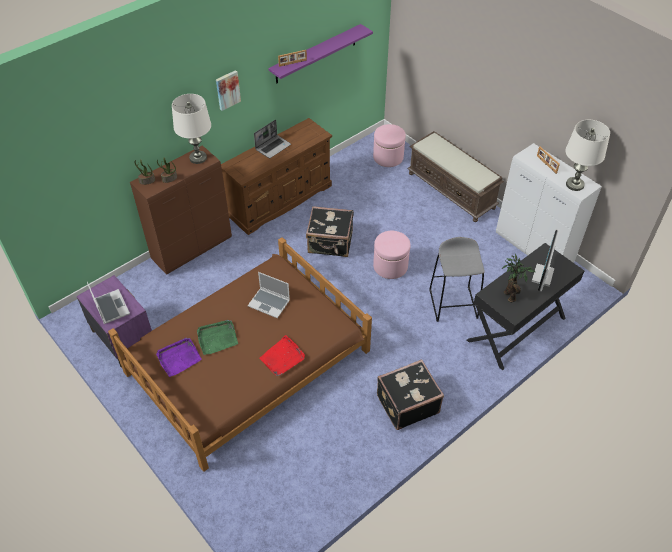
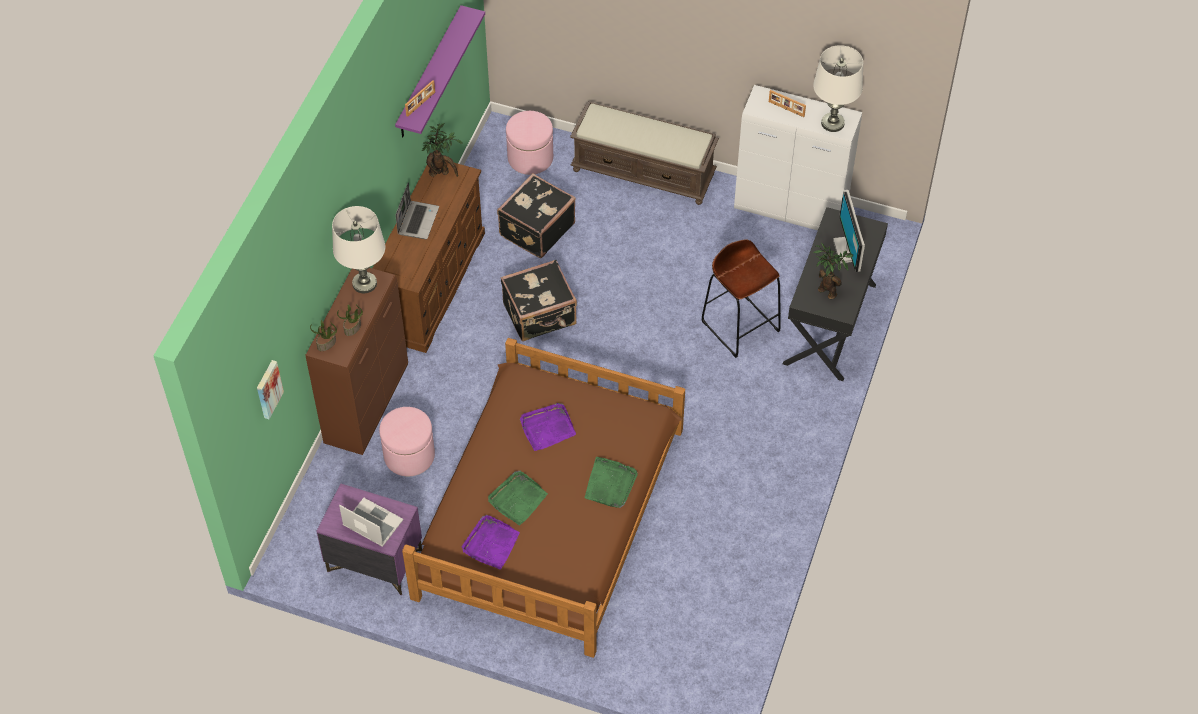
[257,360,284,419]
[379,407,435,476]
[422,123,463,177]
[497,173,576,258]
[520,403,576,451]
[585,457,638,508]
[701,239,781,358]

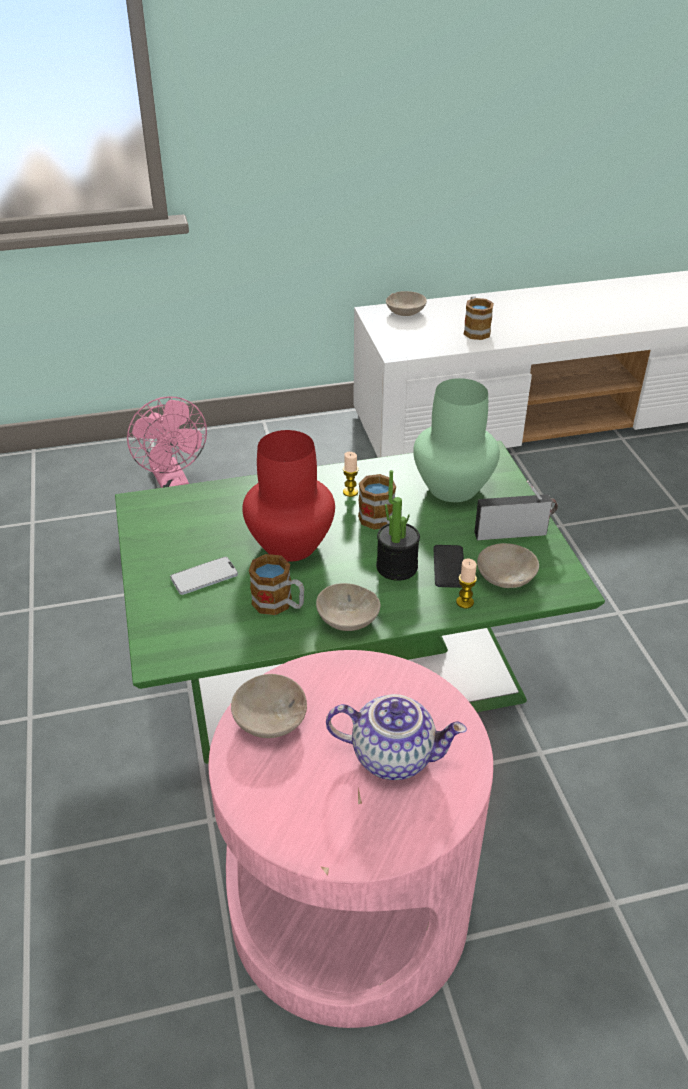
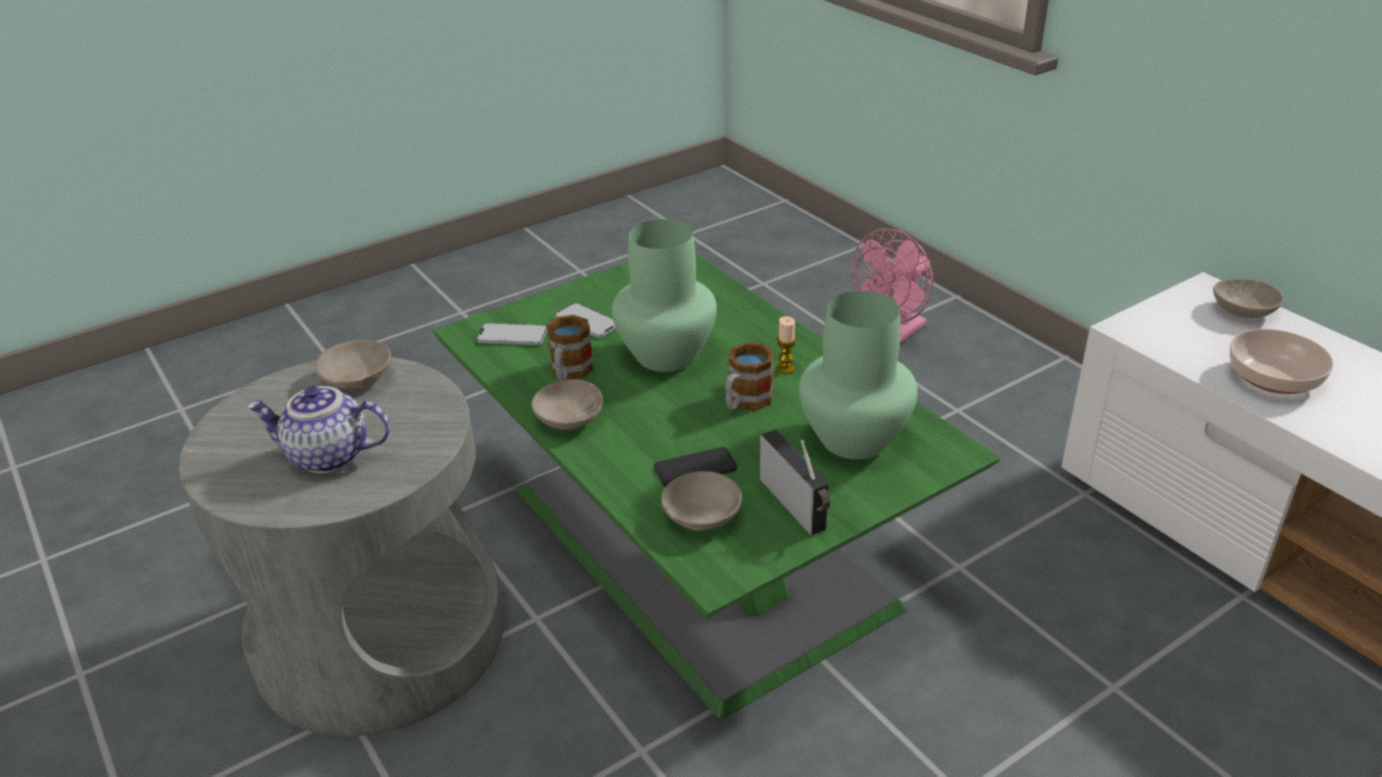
[179,357,504,736]
[247,386,390,473]
[477,323,547,345]
[612,219,717,372]
[1230,329,1334,394]
[376,470,420,581] (first image)
[456,559,477,608] (first image)

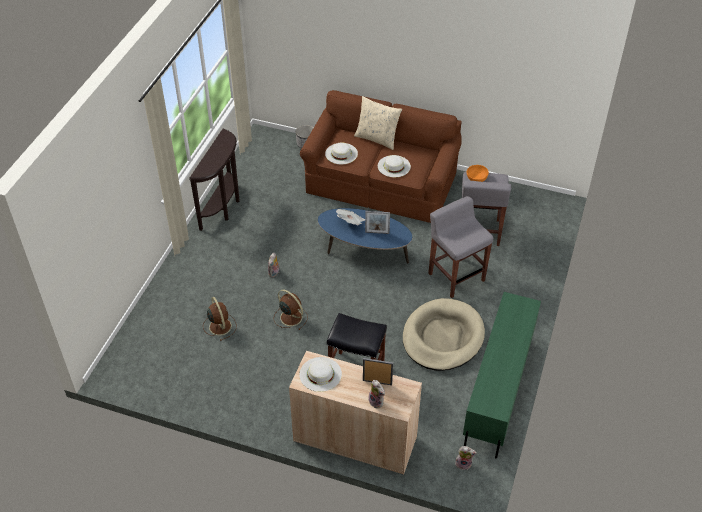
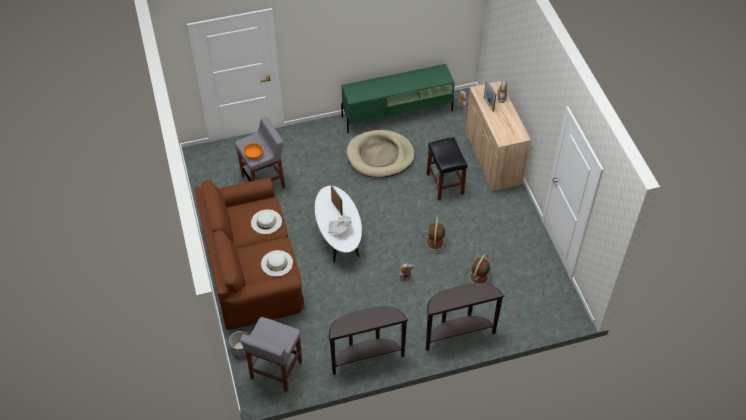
[240,317,302,392]
[315,186,362,263]
[426,283,504,351]
[299,357,342,392] (first image)
[354,96,402,150] (first image)

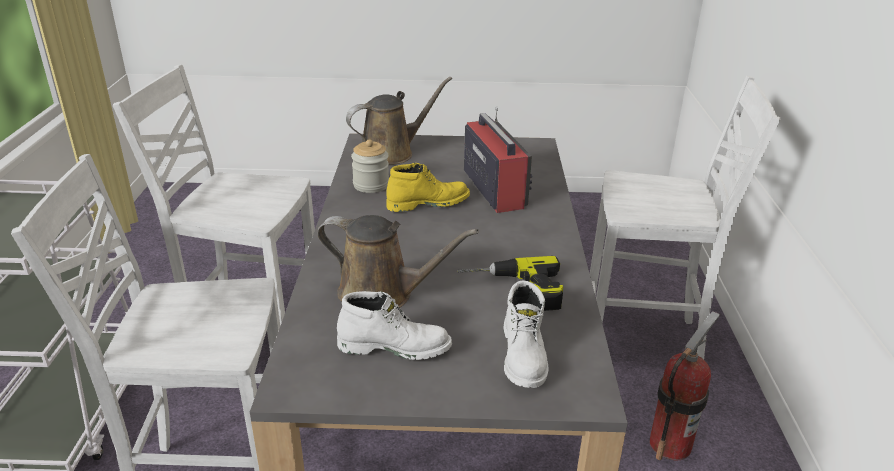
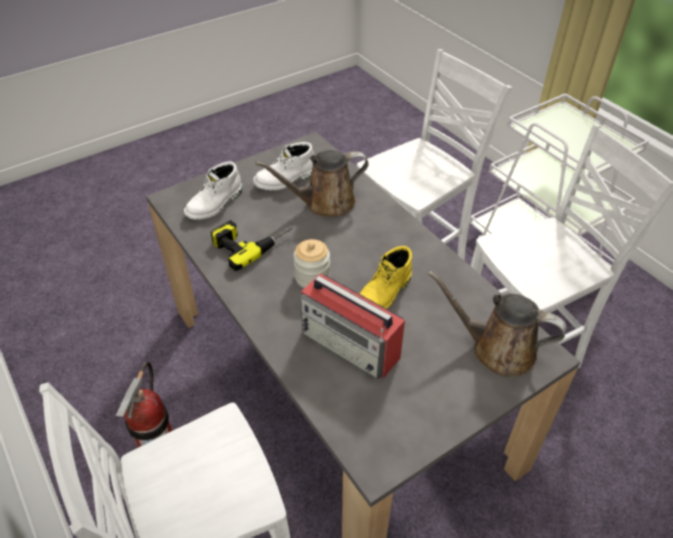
[184,161,242,220]
[293,239,330,288]
[427,270,567,377]

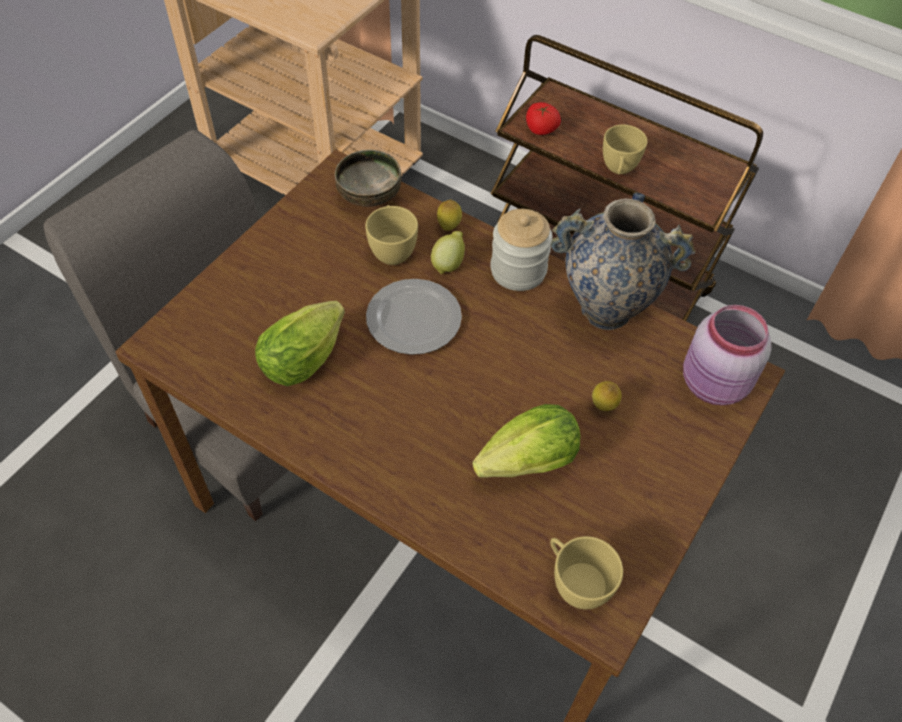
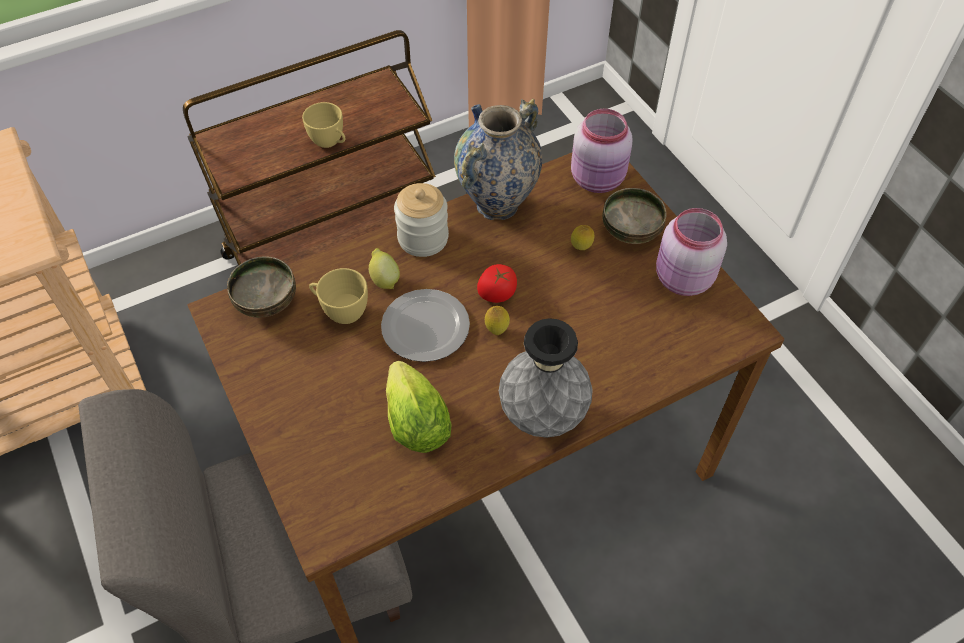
[477,264,517,303]
[485,306,510,335]
[499,318,593,438]
[602,188,667,244]
[656,208,727,296]
[473,404,580,478] (first image)
[550,536,623,609] (first image)

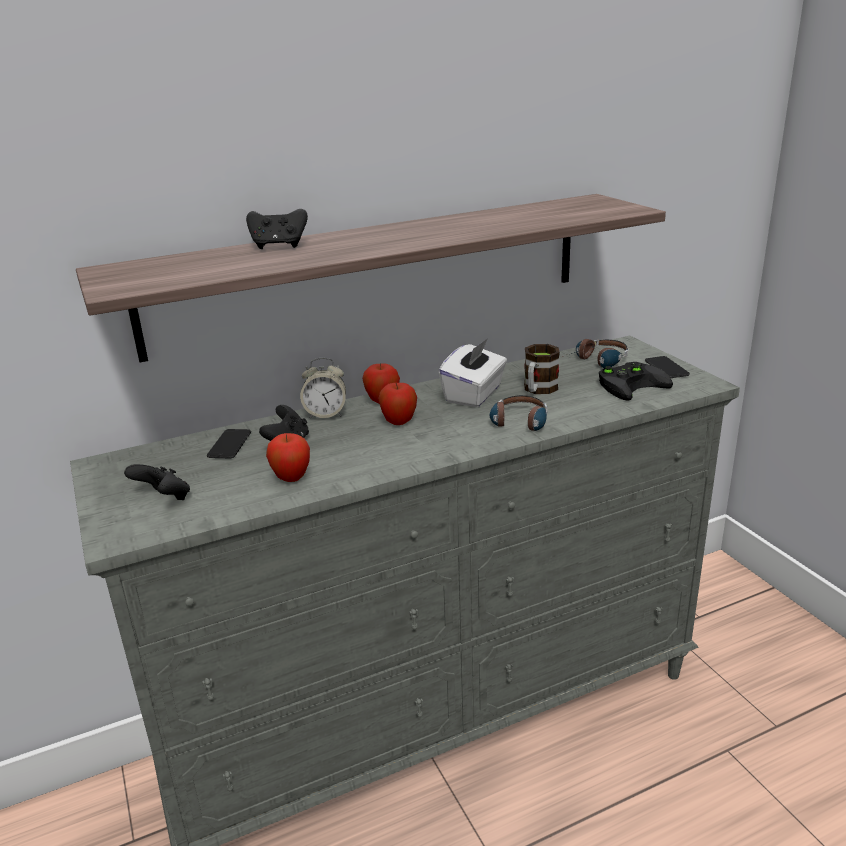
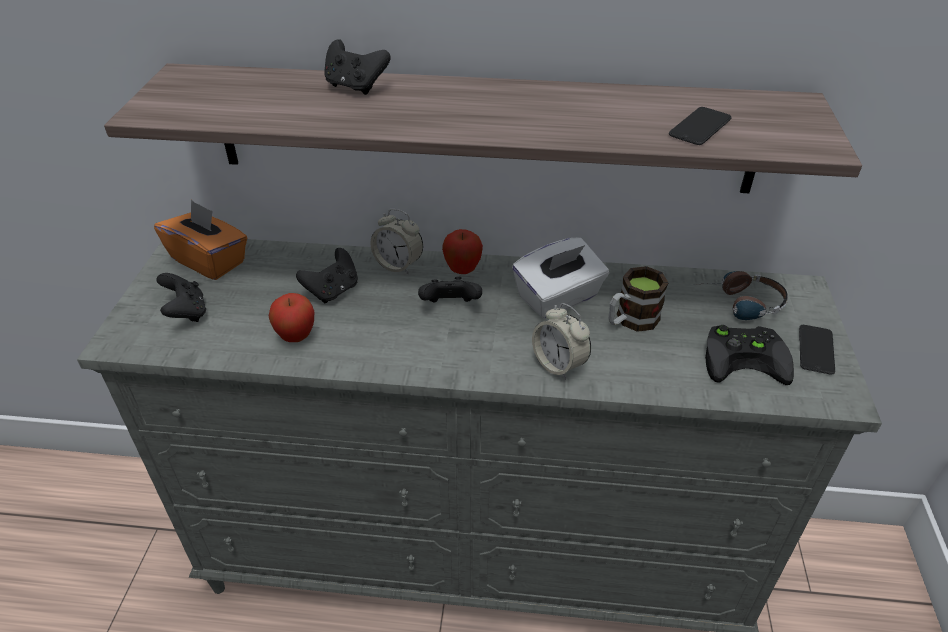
[154,200,248,280]
[418,276,482,302]
[532,303,591,380]
[669,107,732,145]

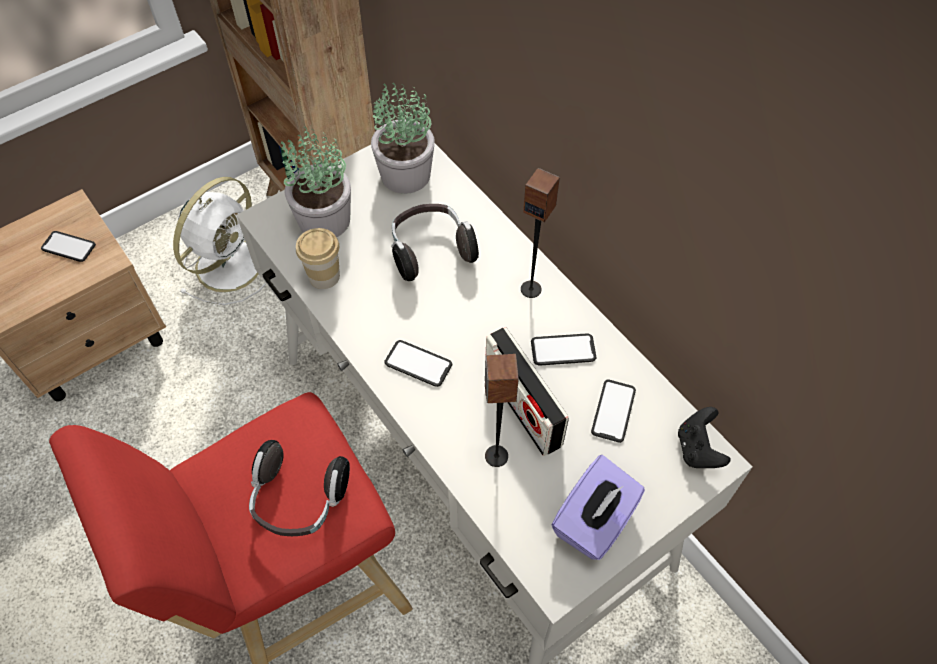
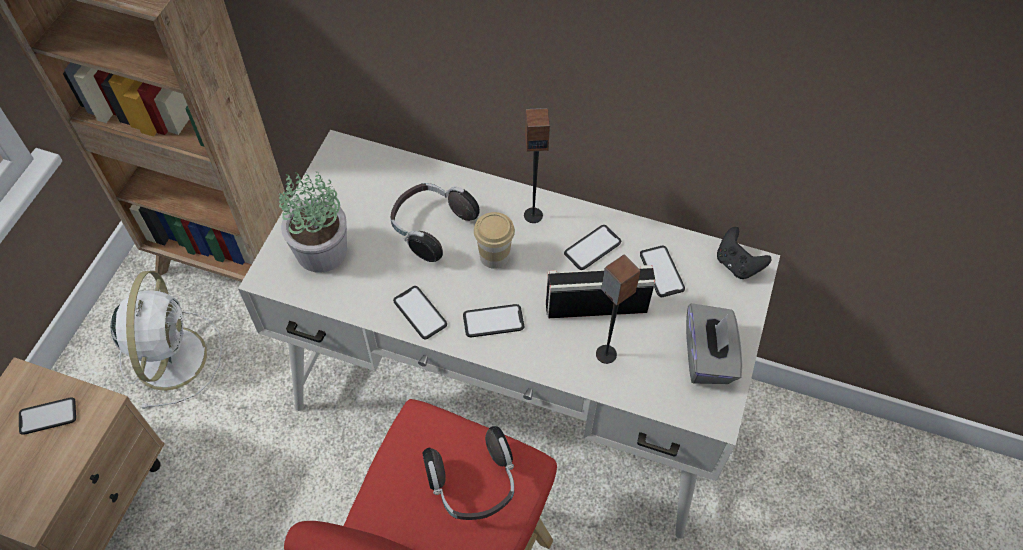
[393,286,447,340]
[474,212,515,269]
[546,265,655,318]
[686,303,742,384]
[371,83,435,194] (first image)

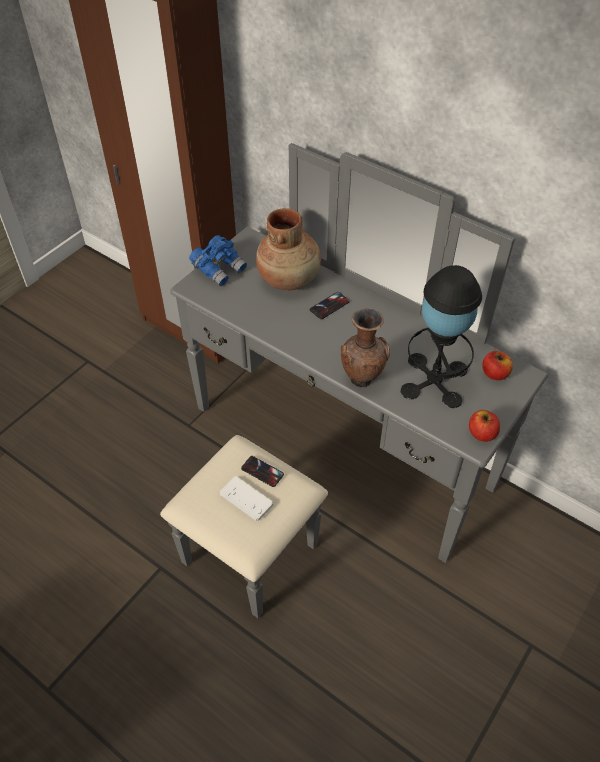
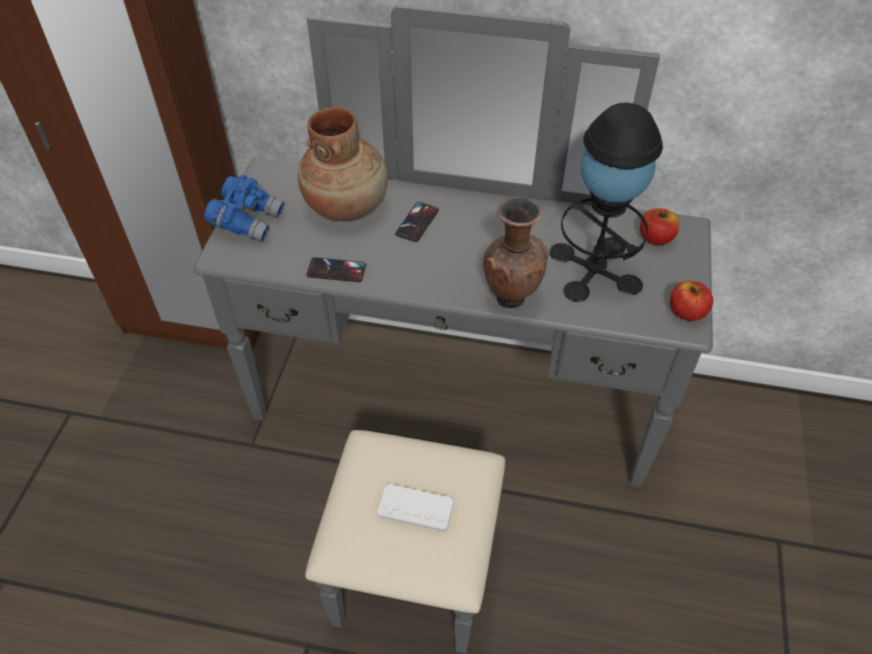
[307,257,366,282]

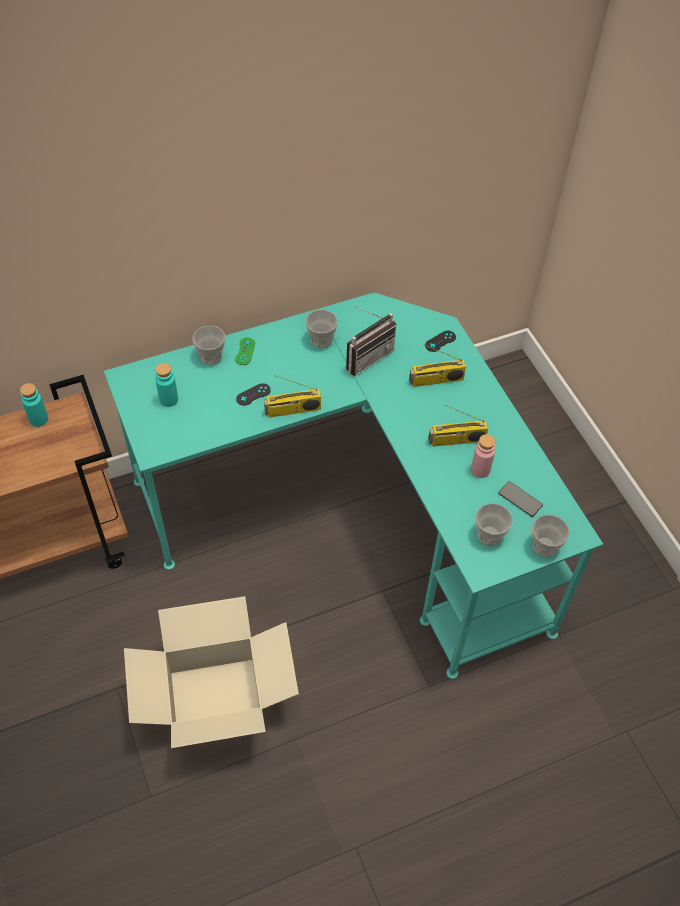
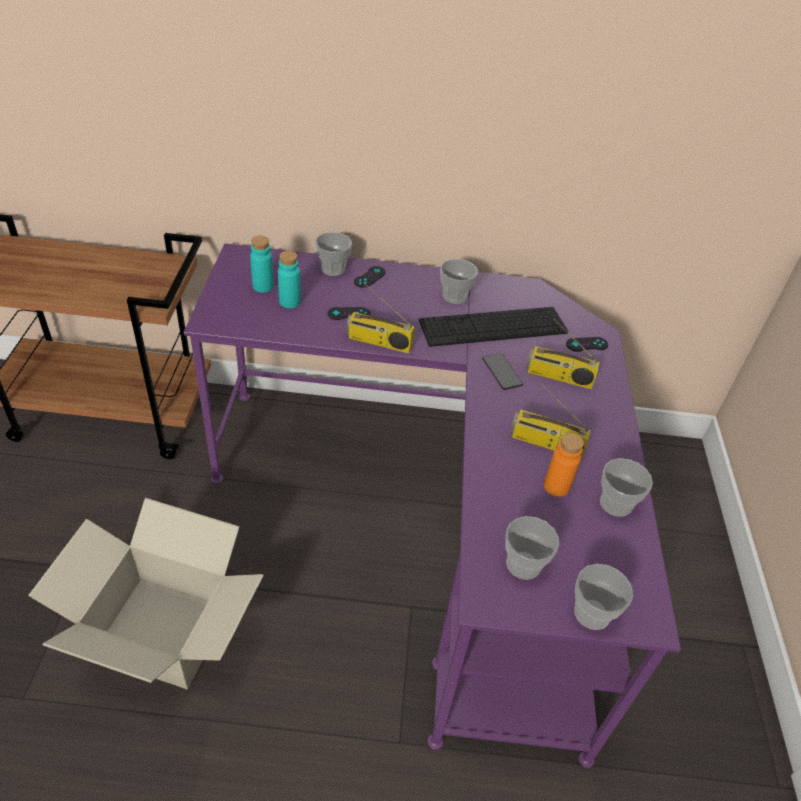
[184,243,681,768]
[278,251,301,308]
[354,266,386,288]
[419,307,568,347]
[482,353,523,390]
[544,433,584,497]
[600,458,653,517]

